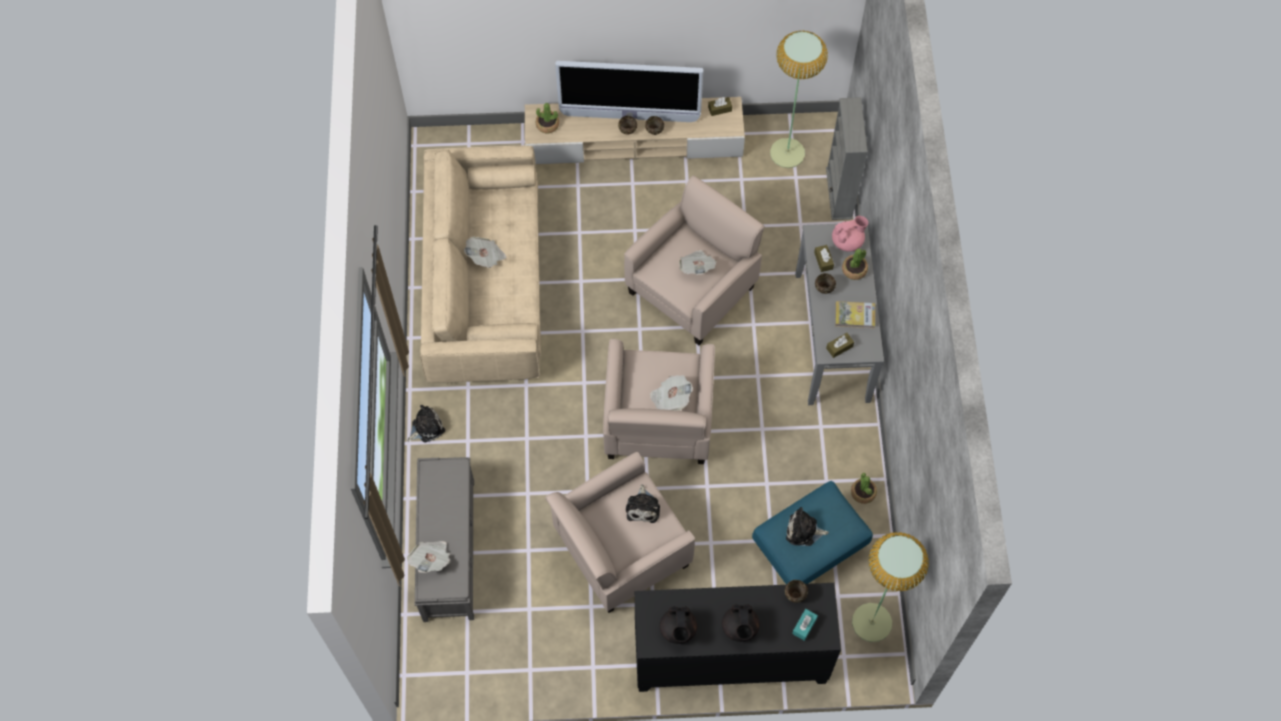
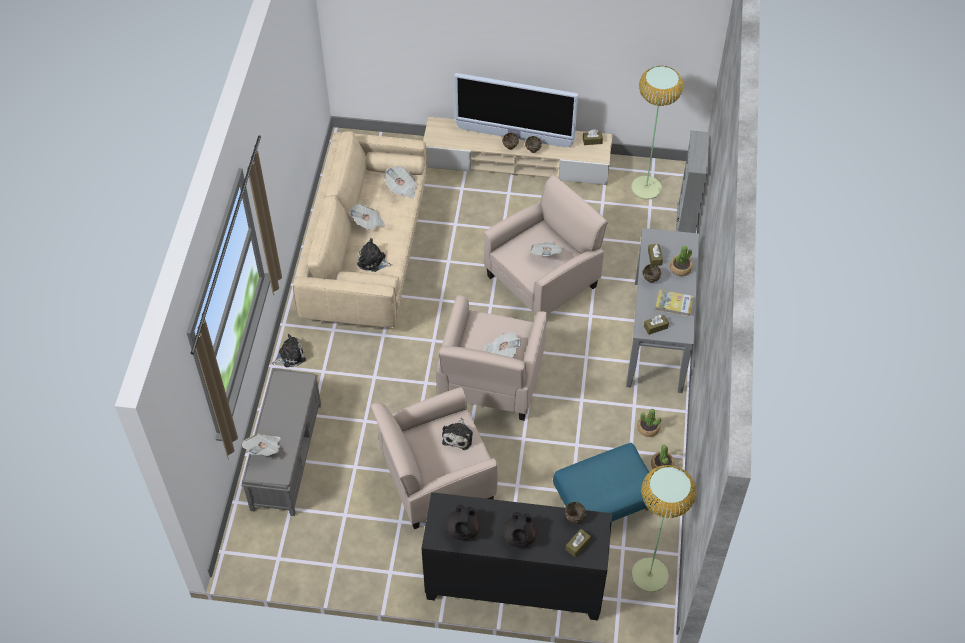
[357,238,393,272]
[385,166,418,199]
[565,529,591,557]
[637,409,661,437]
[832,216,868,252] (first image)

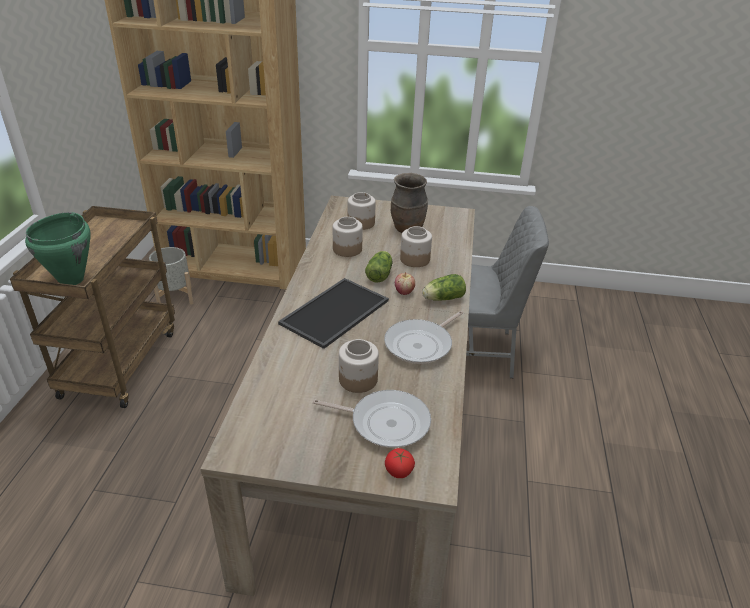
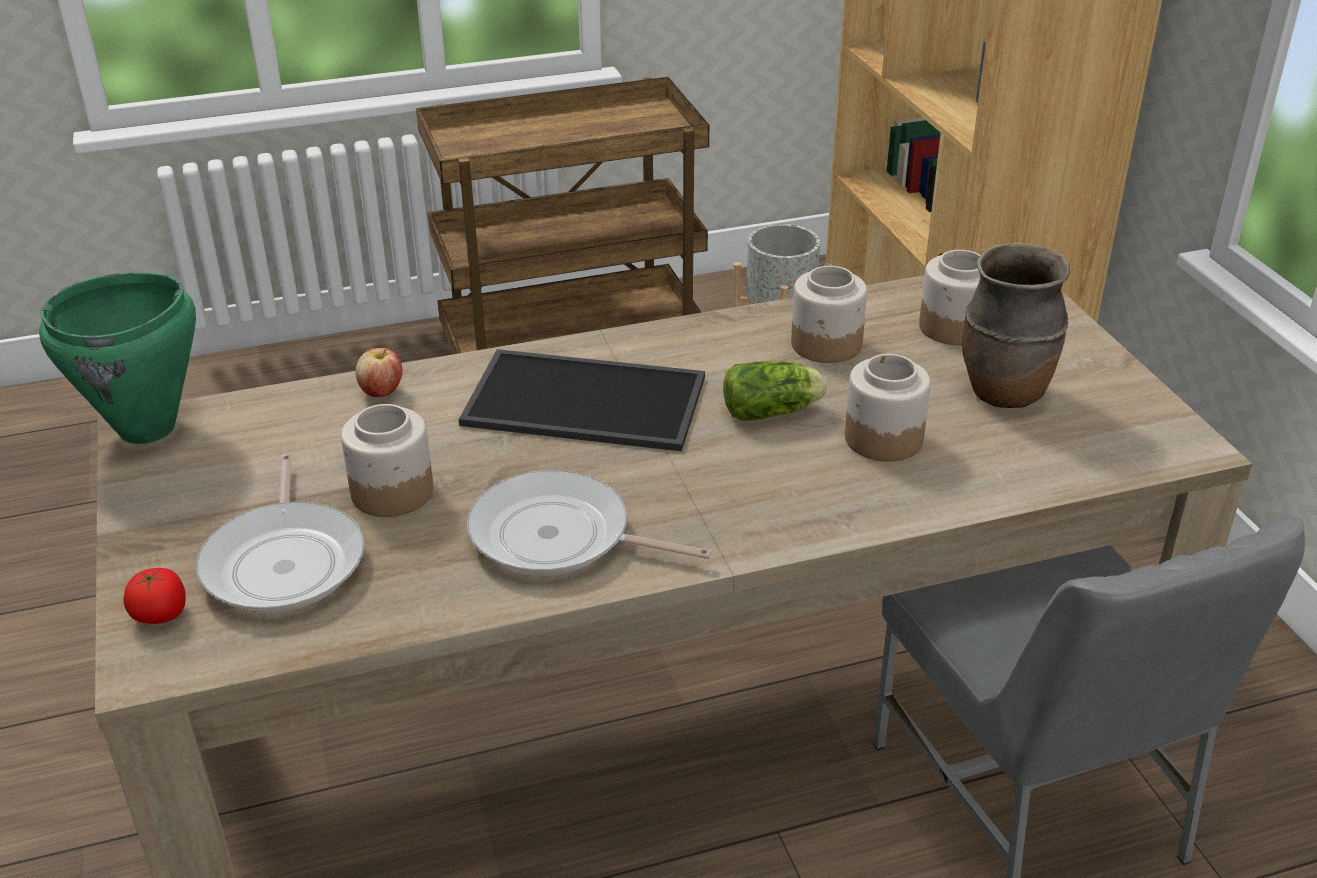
[39,272,196,444]
[355,348,402,397]
[422,274,466,301] (first image)

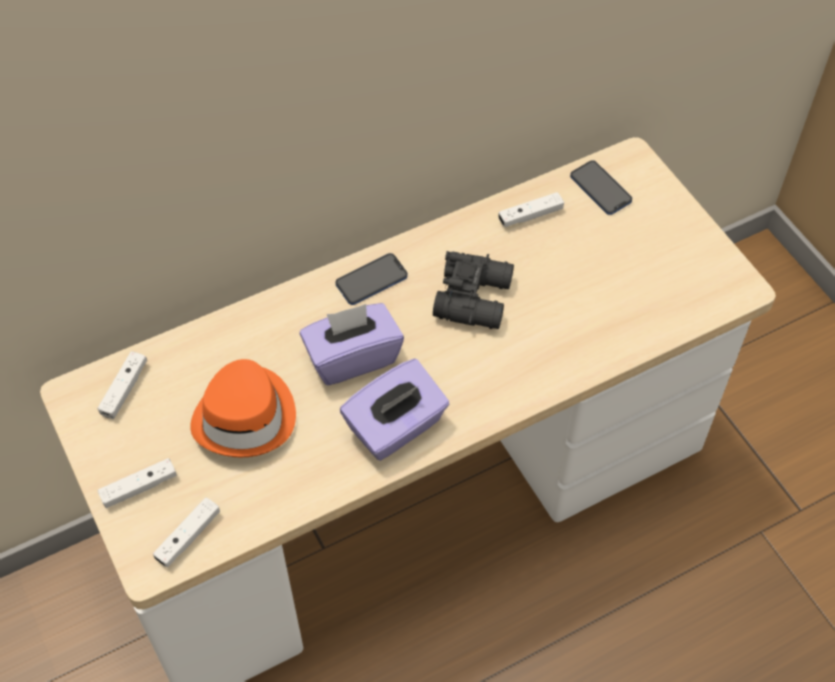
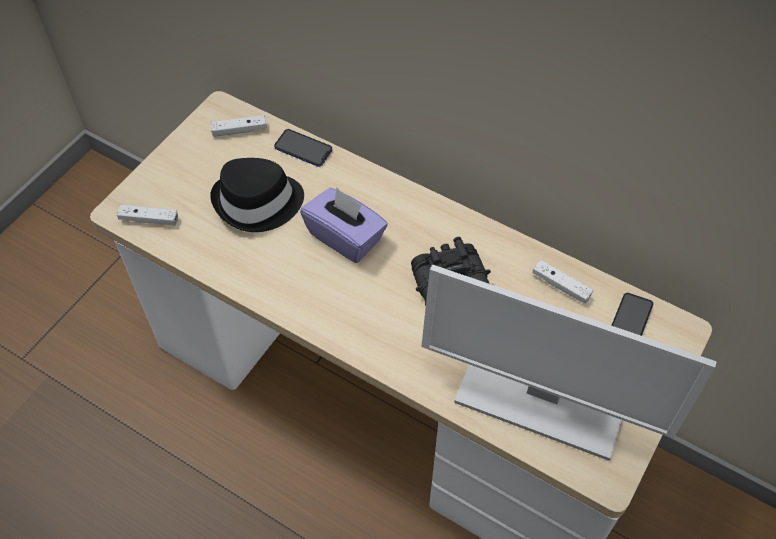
[210,158,304,232]
[274,129,332,167]
[421,264,717,461]
[98,458,177,508] (first image)
[340,359,449,461] (first image)

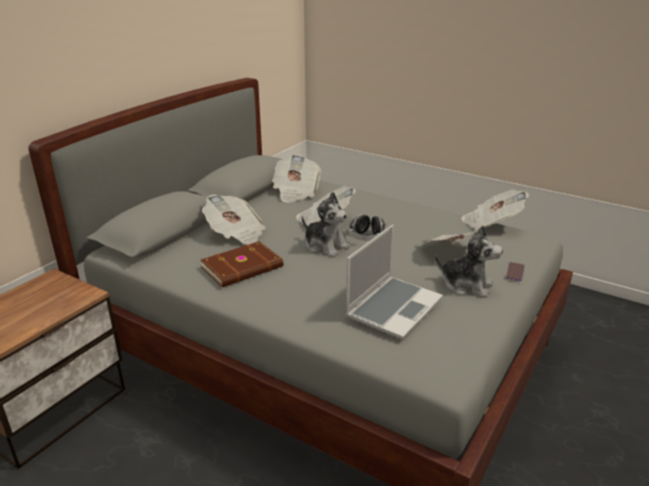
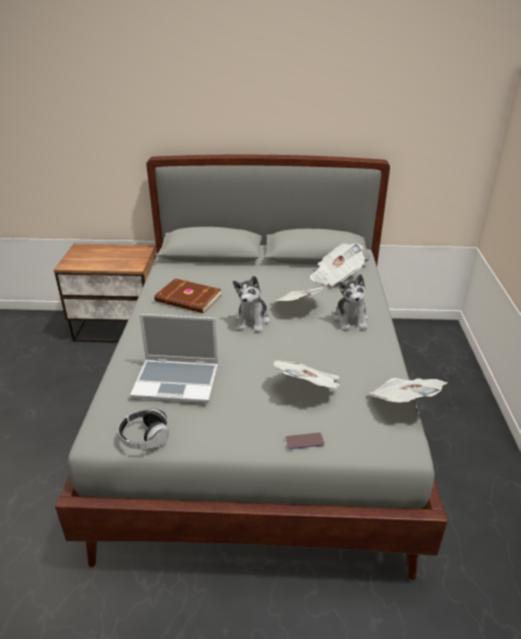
[118,408,169,449]
[333,274,368,331]
[202,194,266,245] (first image)

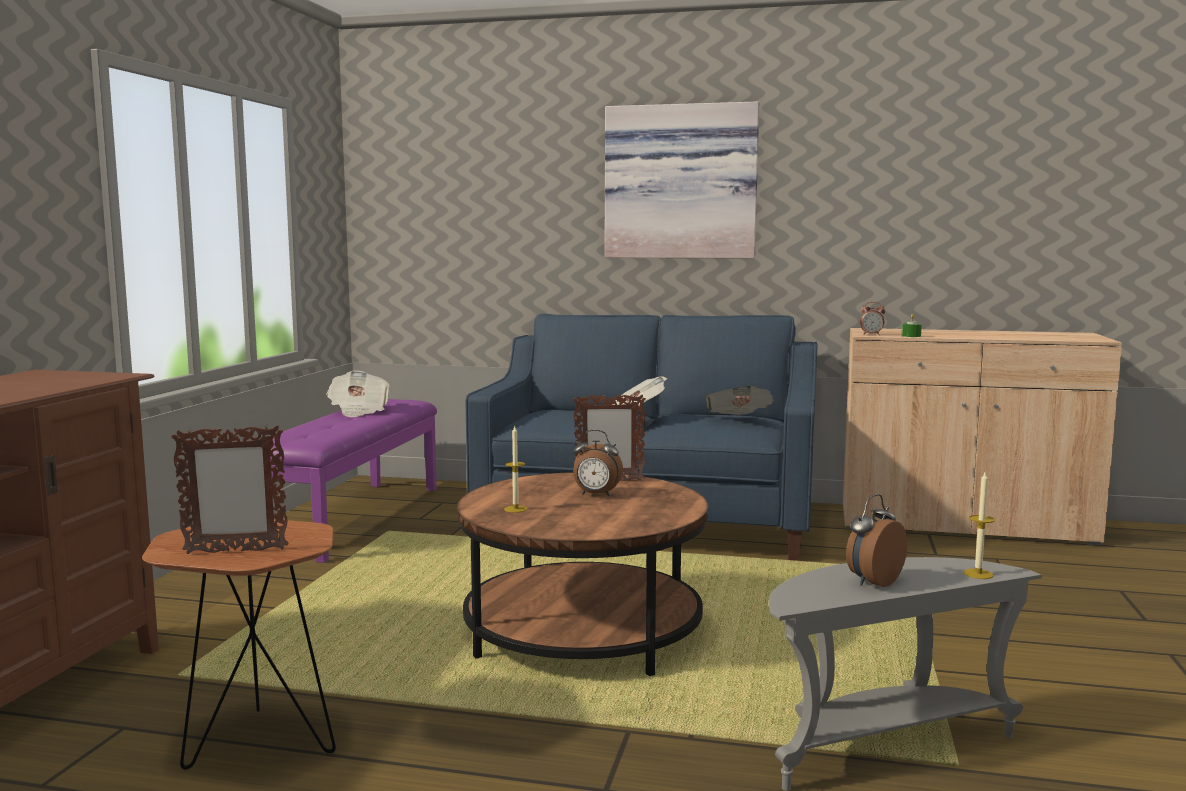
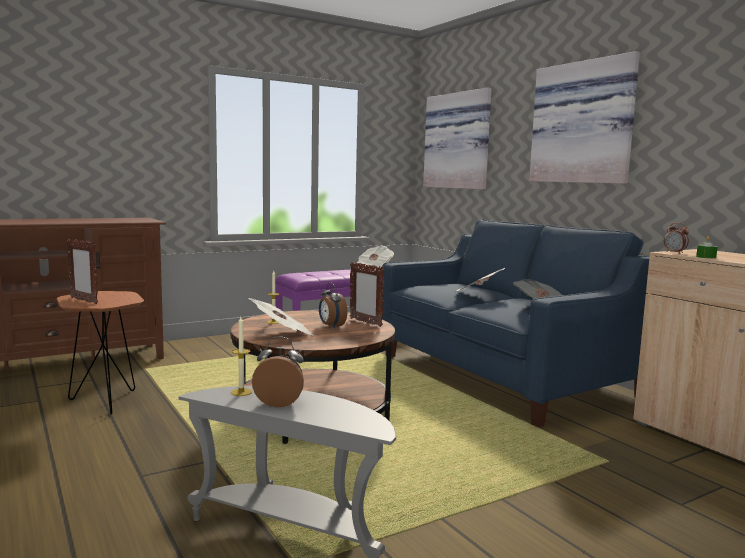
[231,317,252,396]
[248,298,315,336]
[423,87,492,189]

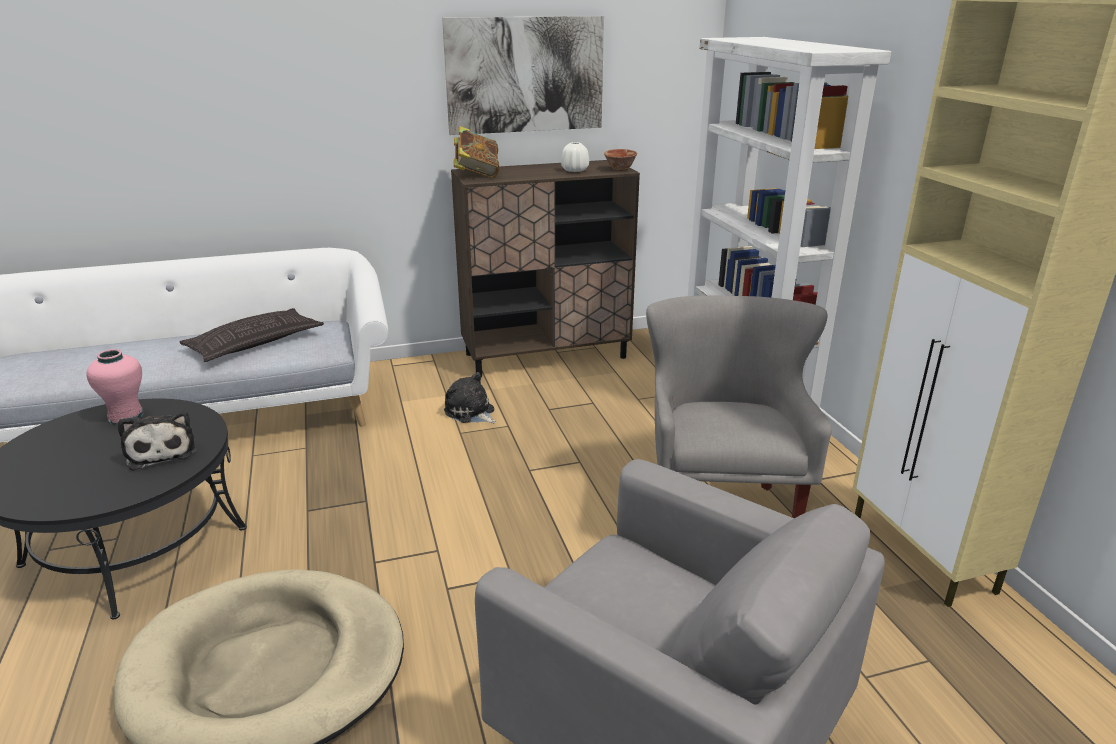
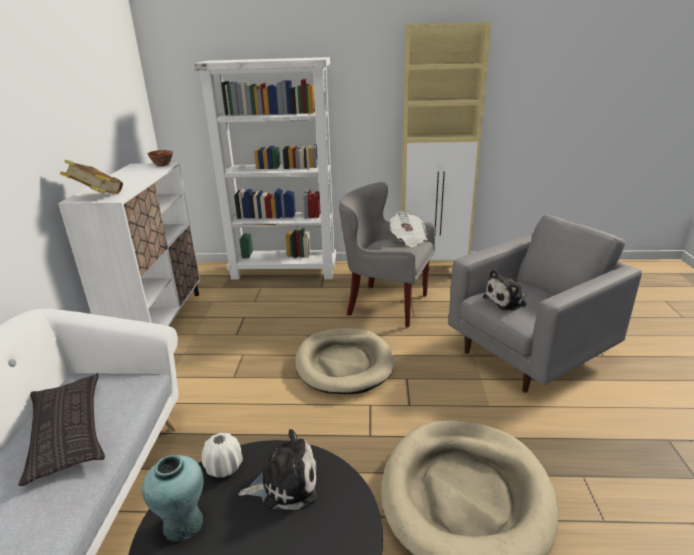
[58,163,200,326]
[142,455,204,542]
[202,433,243,478]
[295,328,394,394]
[390,212,428,247]
[483,269,527,311]
[442,16,604,135] (first image)

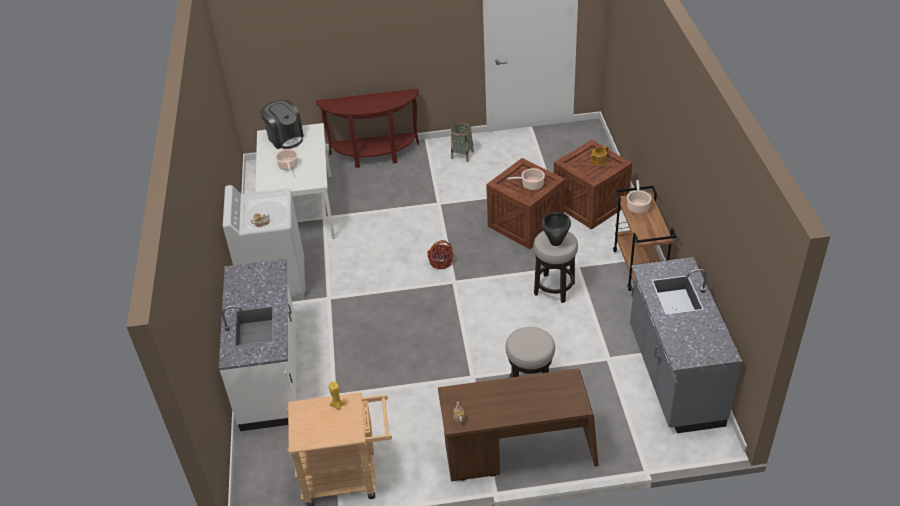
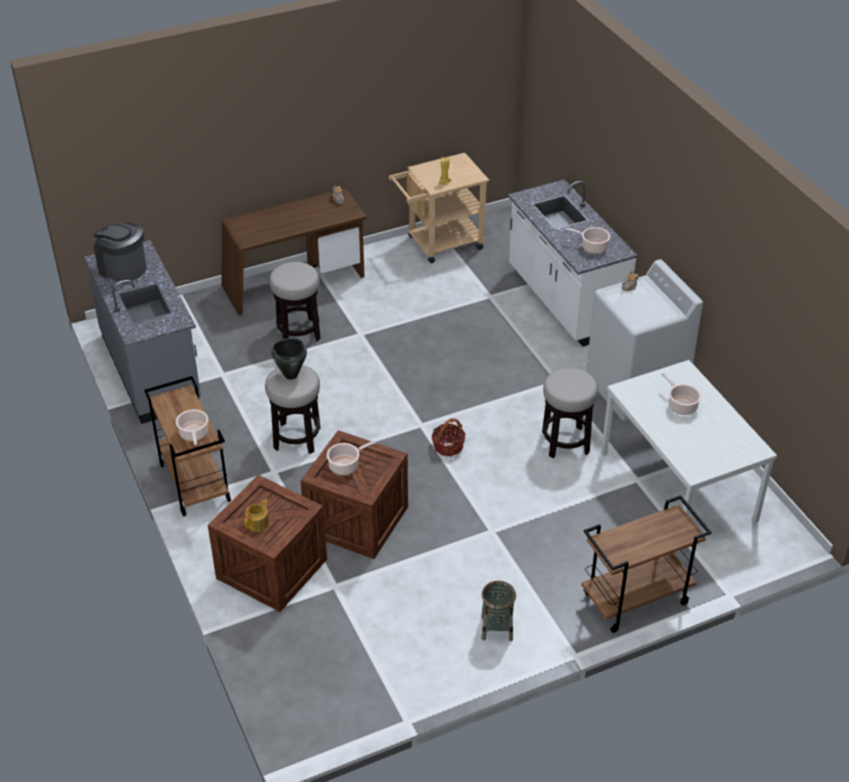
[94,222,146,282]
[542,368,598,458]
[565,227,610,254]
[581,495,711,633]

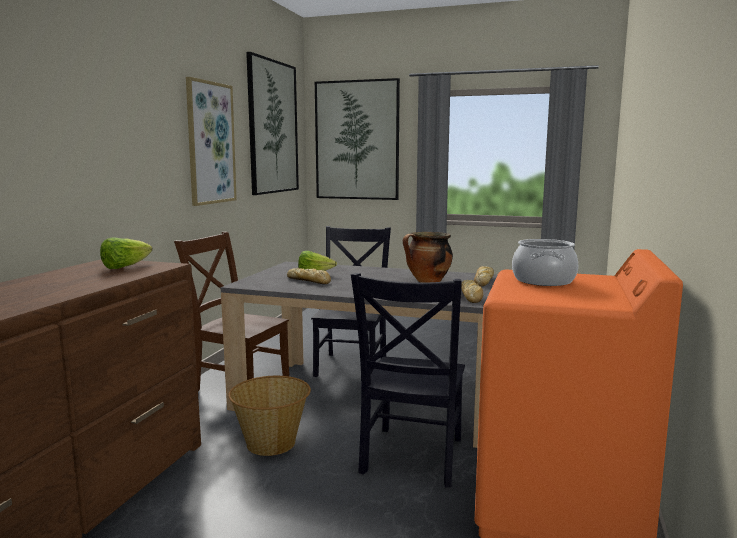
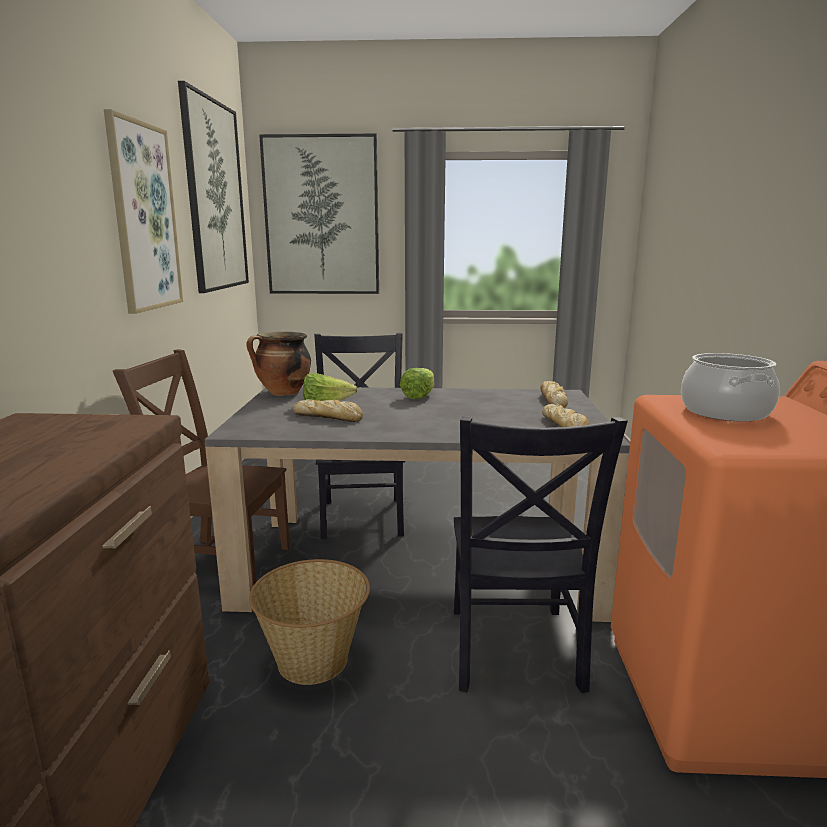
[246,332,311,396]
[400,368,434,399]

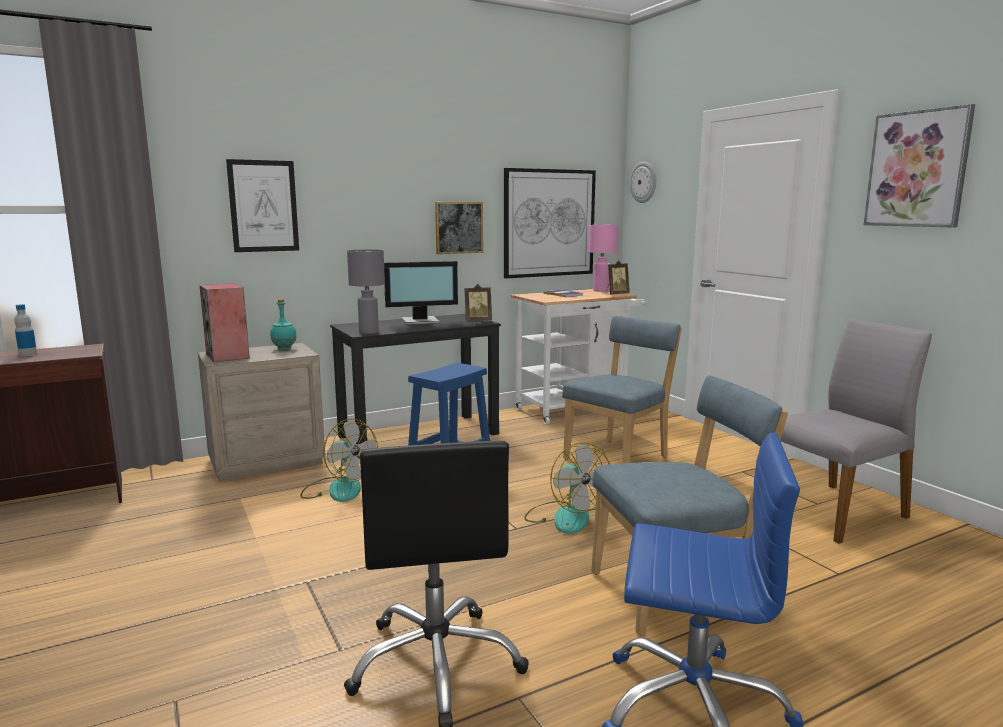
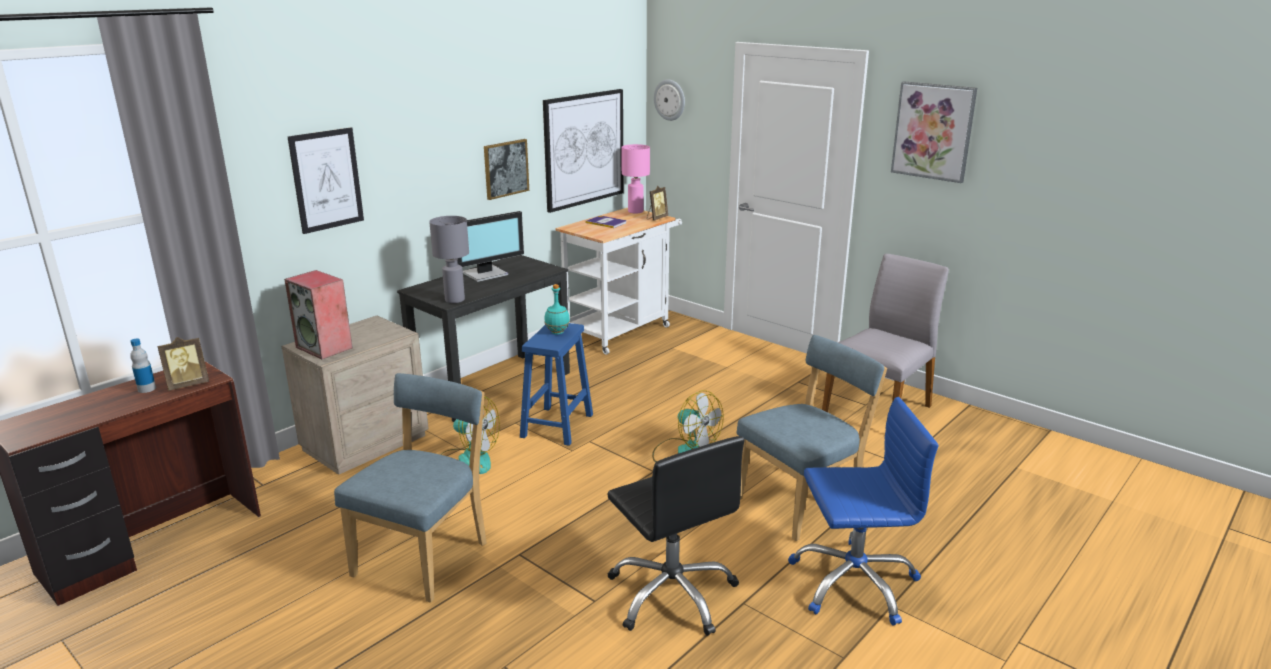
[158,337,209,391]
[334,373,487,603]
[544,284,570,334]

